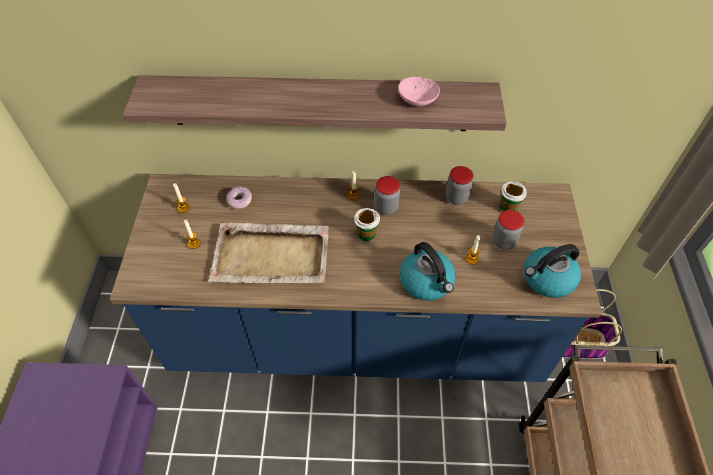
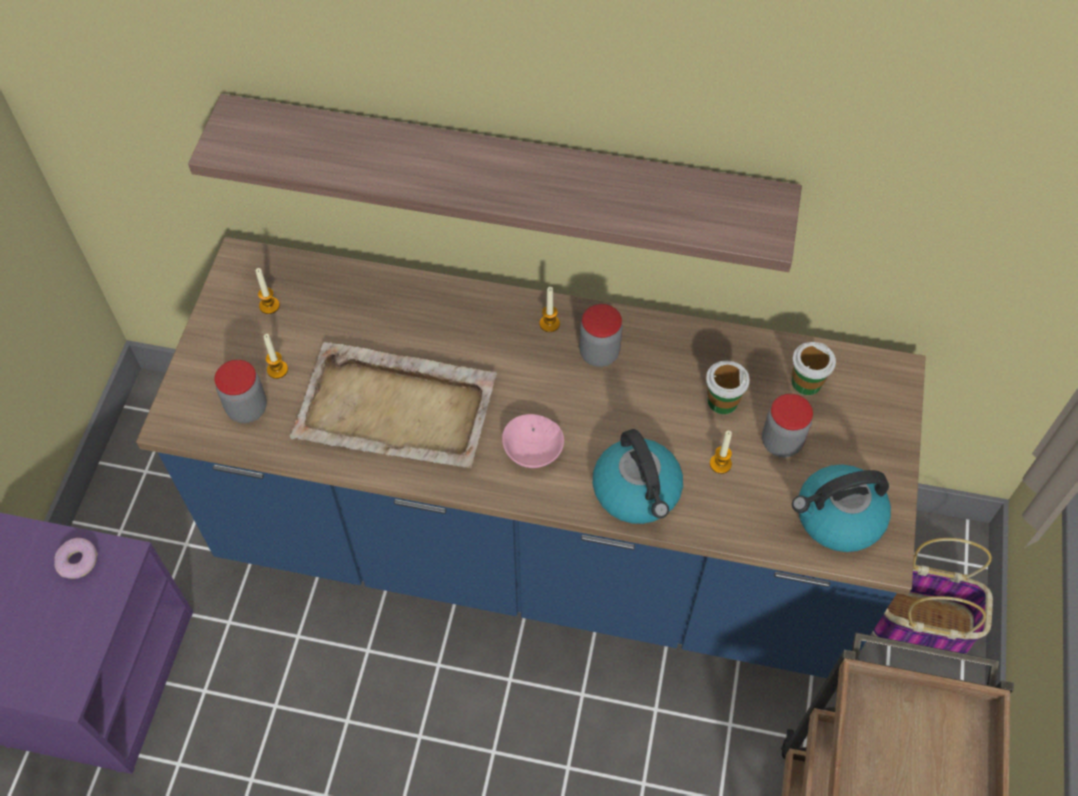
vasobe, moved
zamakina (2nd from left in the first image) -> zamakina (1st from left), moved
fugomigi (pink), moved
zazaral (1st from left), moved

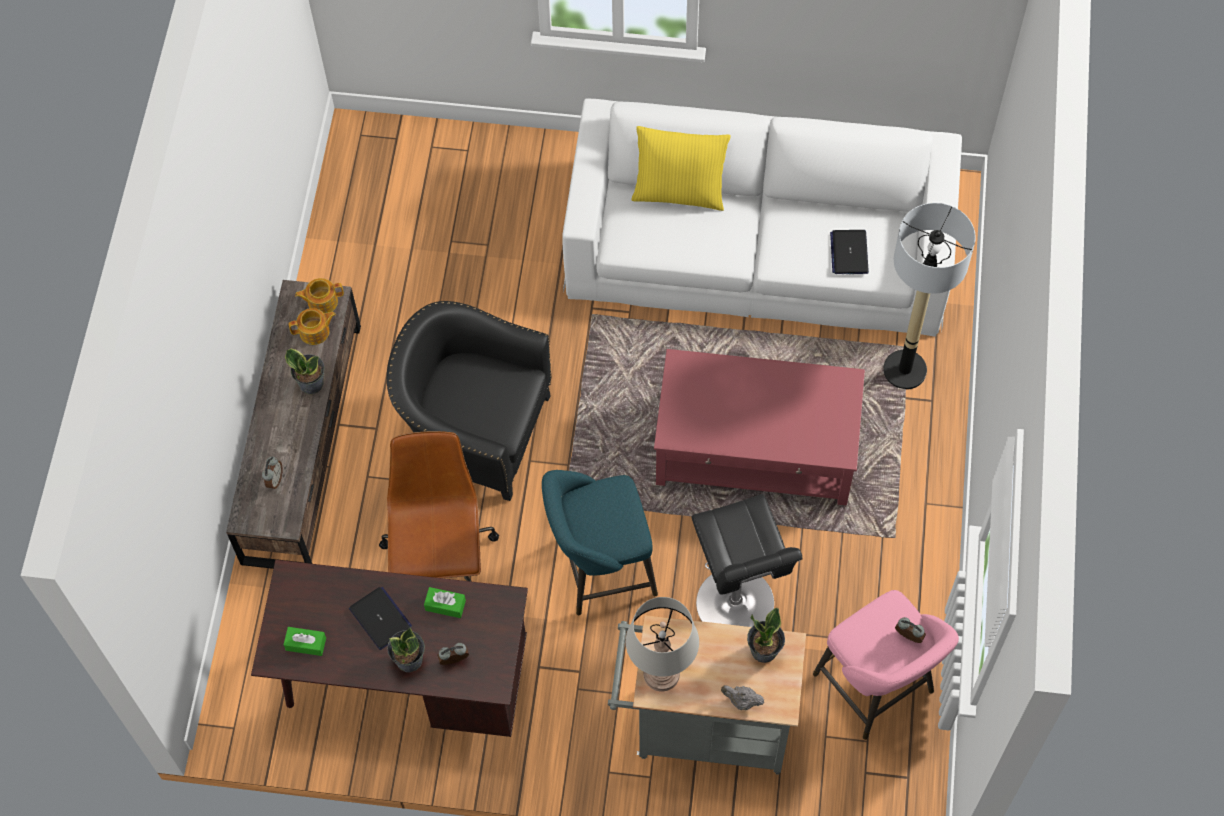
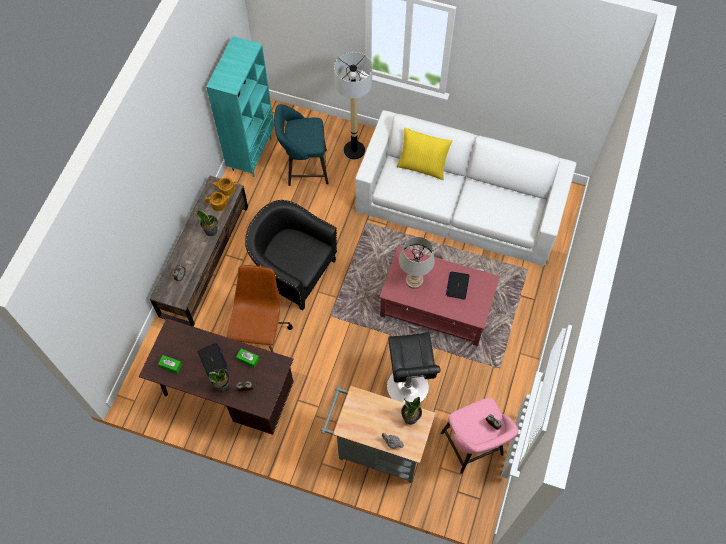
none -> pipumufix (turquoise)
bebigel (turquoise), moved
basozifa, moved
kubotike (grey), moved
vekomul (2nd from left), moved

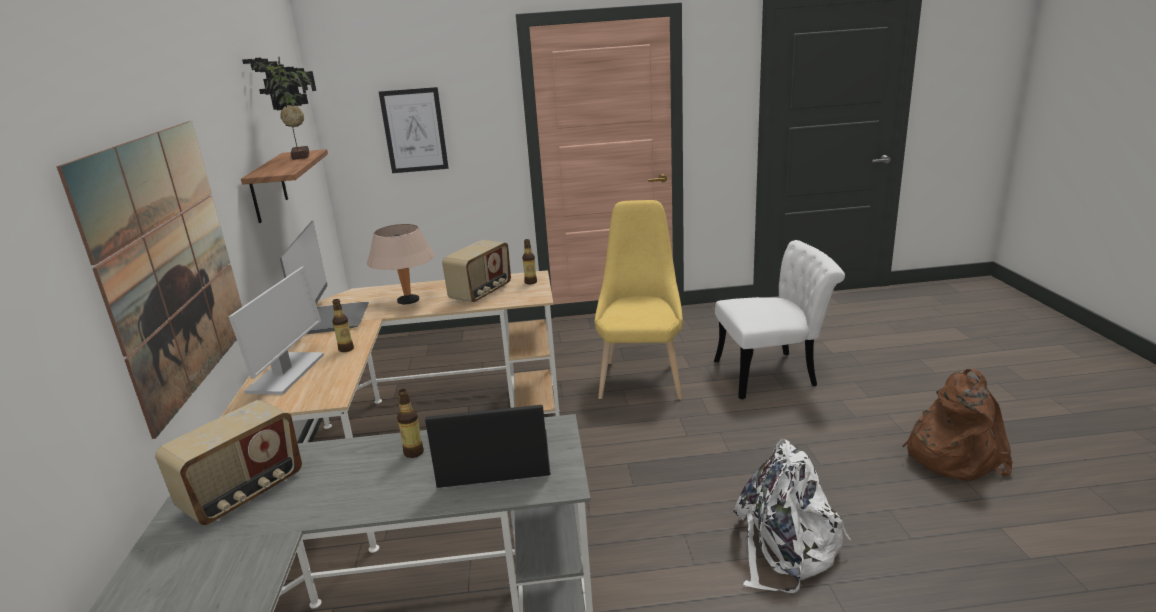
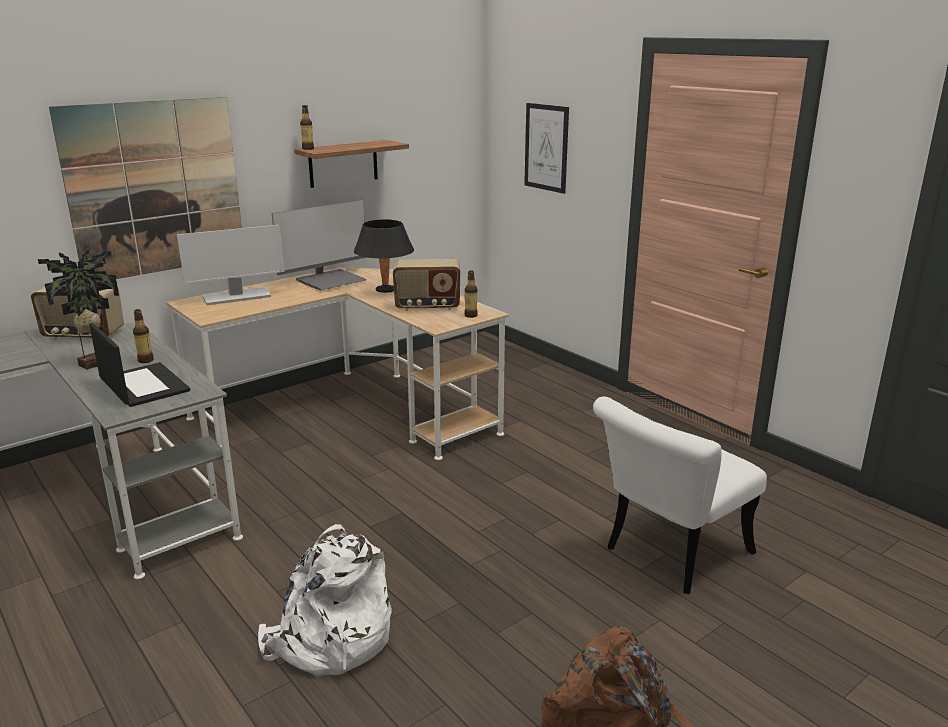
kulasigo, moved
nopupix (1st from left in the first image) -> nopupix (2nd from left), moved
kubotike (beige) -> kubotike (black)
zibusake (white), 90 degrees clockwise
zibusake (yellow) -> none

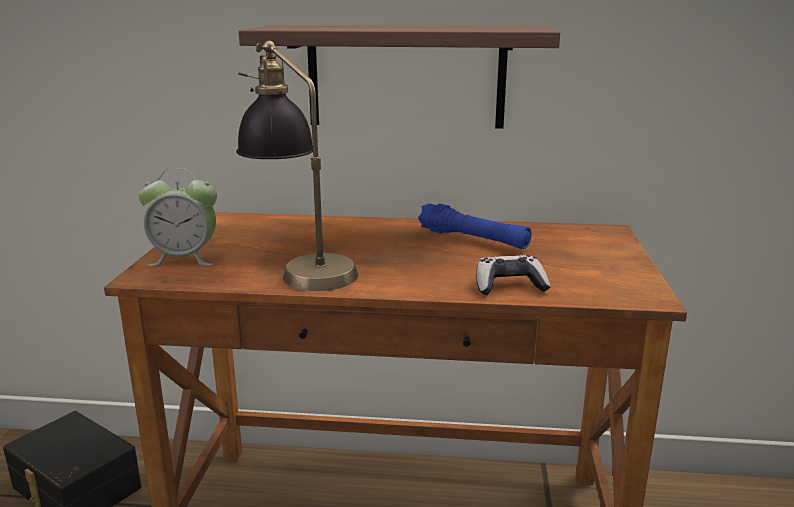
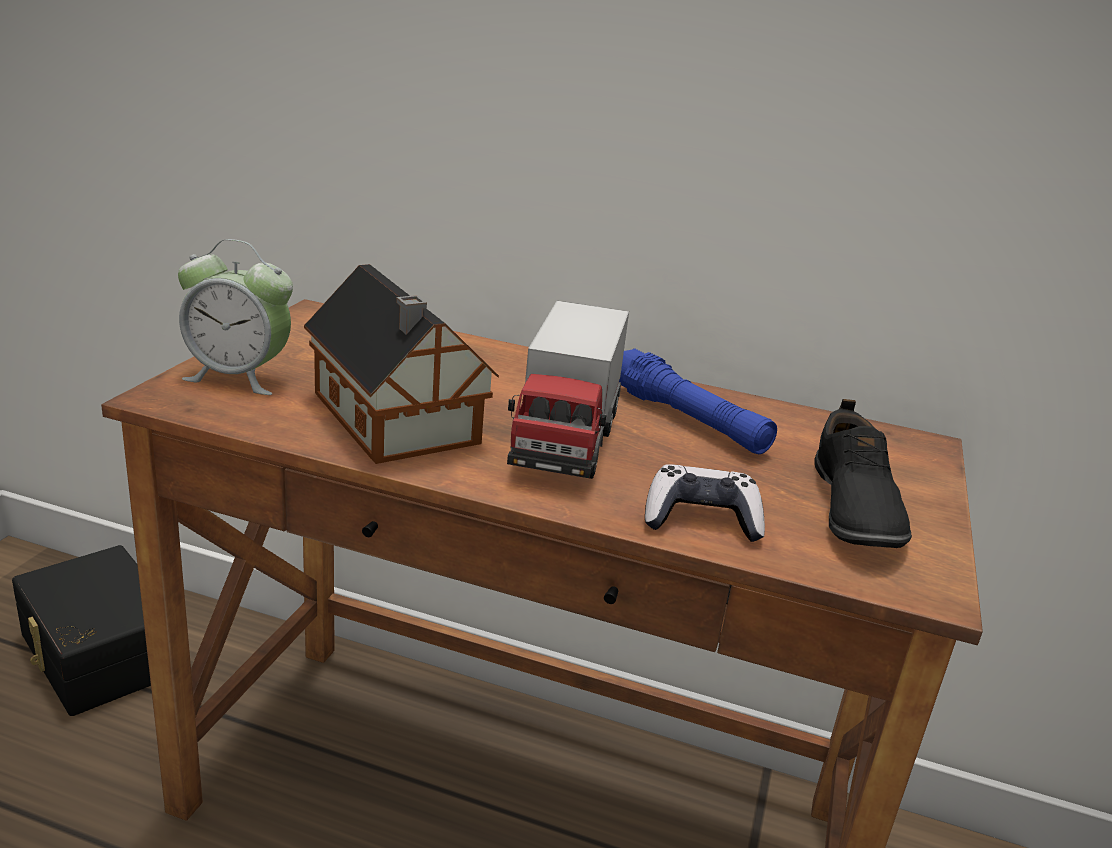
kubotike -> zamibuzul
none -> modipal
none -> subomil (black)
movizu -> none

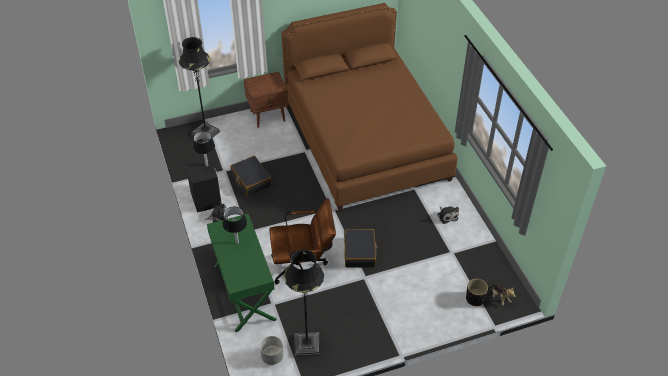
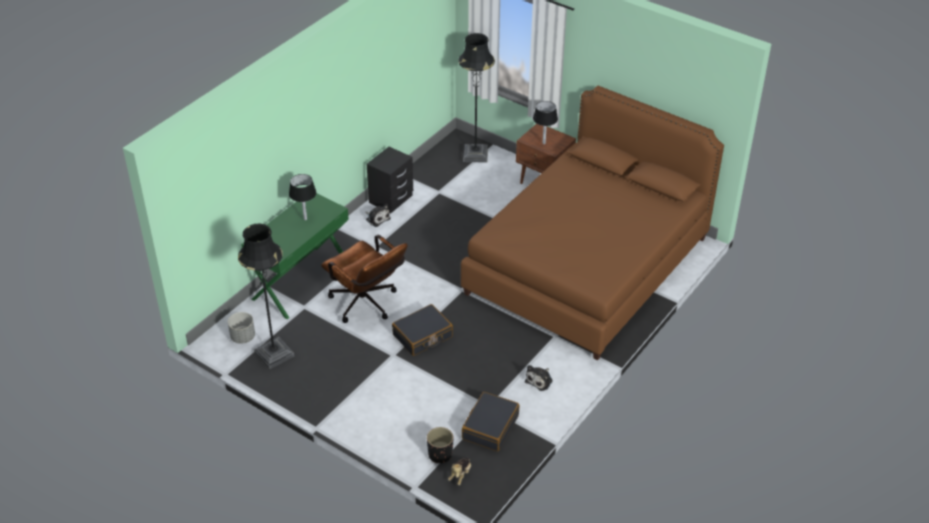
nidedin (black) (1st from left in the first image) -> nidedin (black) (2nd from left), moved
kubotike (black) (1st from left in the first image) -> kubotike (black) (2nd from left), moved

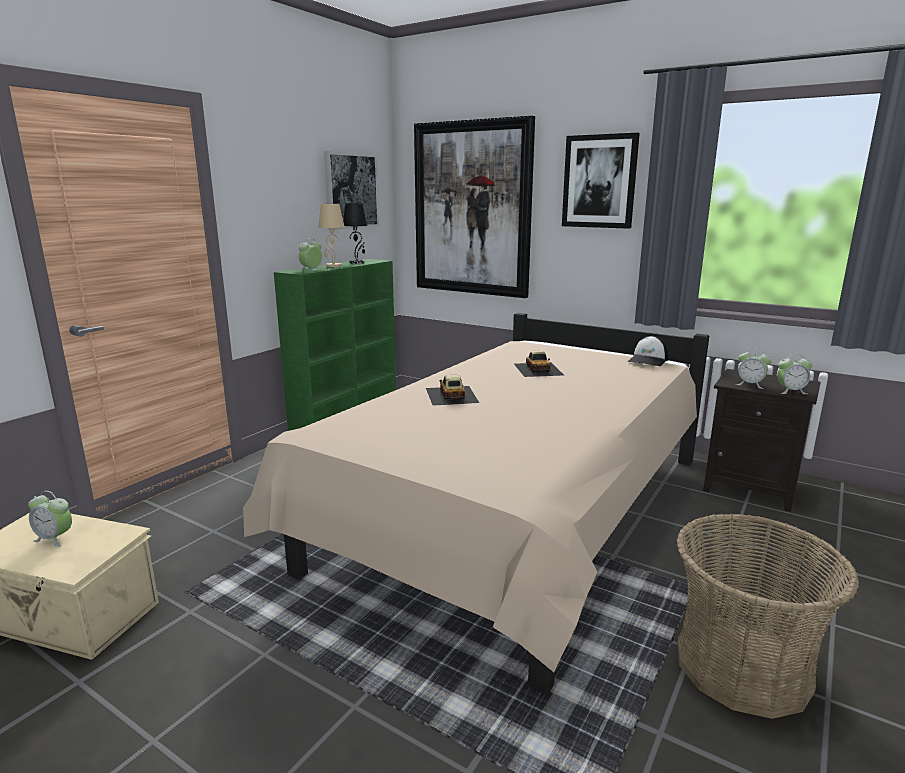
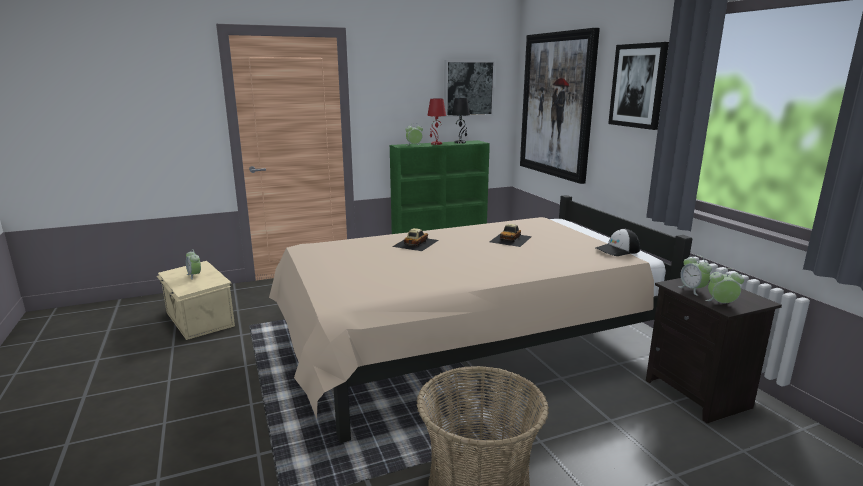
kubotike (beige) -> kubotike (red)
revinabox (4th from left), 150 degrees clockwise

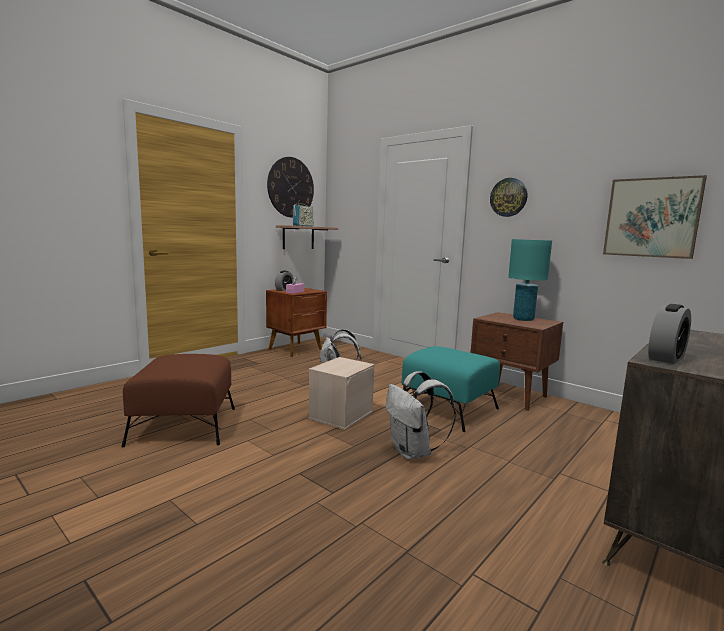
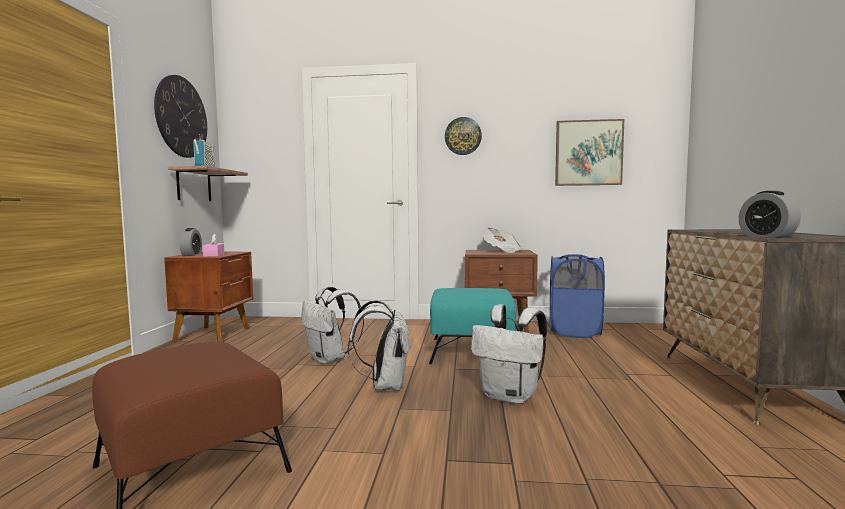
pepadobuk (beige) -> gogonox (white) (2nd from left)
kubotike (turquoise) -> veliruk
none -> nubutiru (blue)
revinabox (2nd from left), 150 degrees clockwise

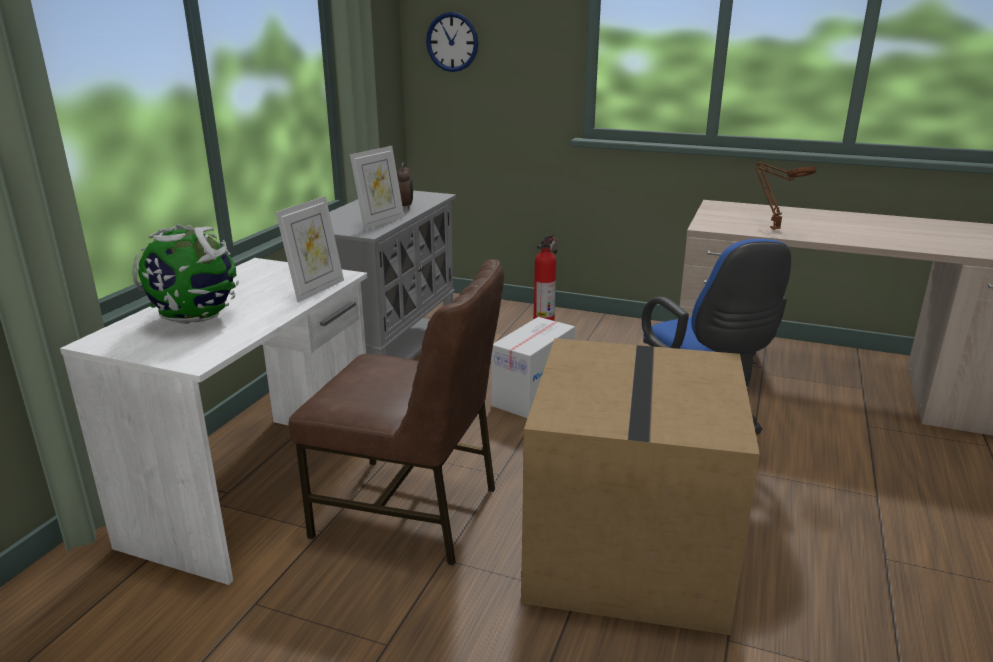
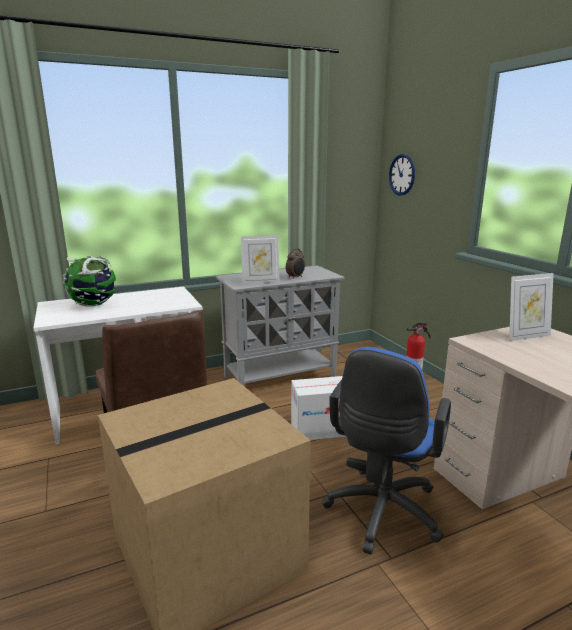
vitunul (1st from left in the first image) -> vitunul (2nd from left), moved
kubotike (brown) -> none

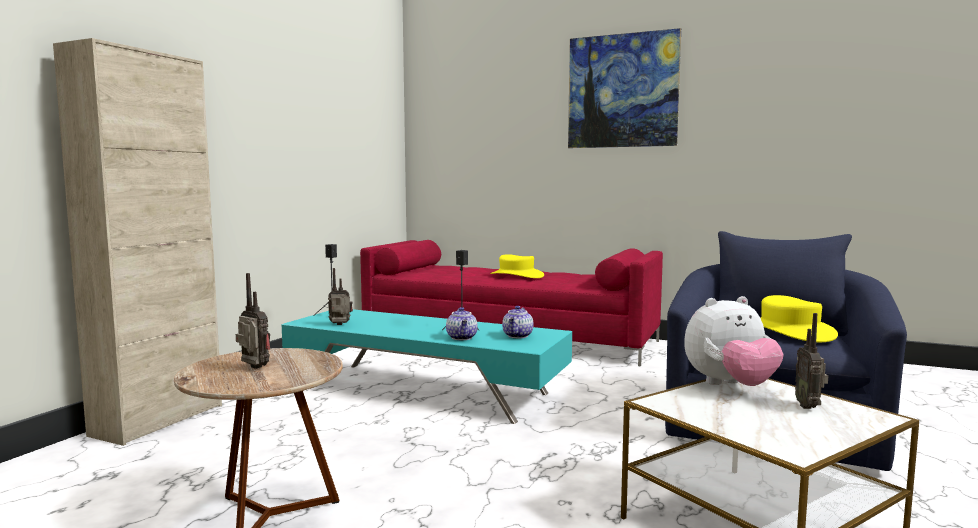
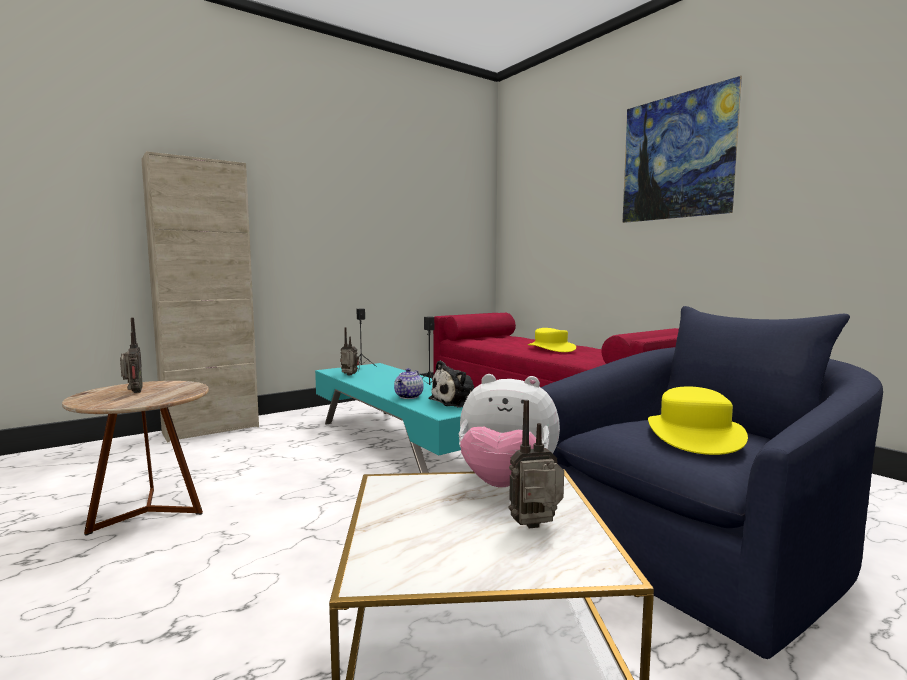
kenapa (2nd from left) -> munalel (1st from left)
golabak (3rd from left), 45 degrees clockwise

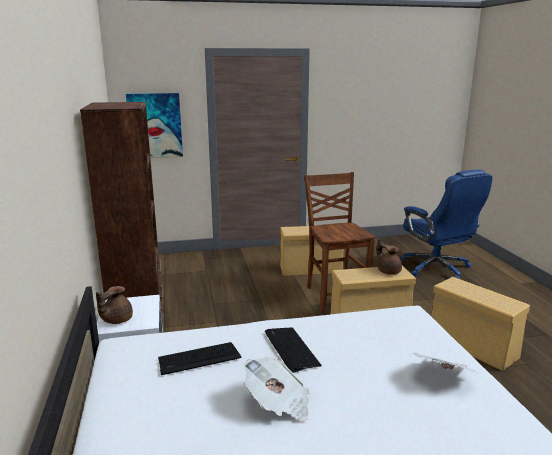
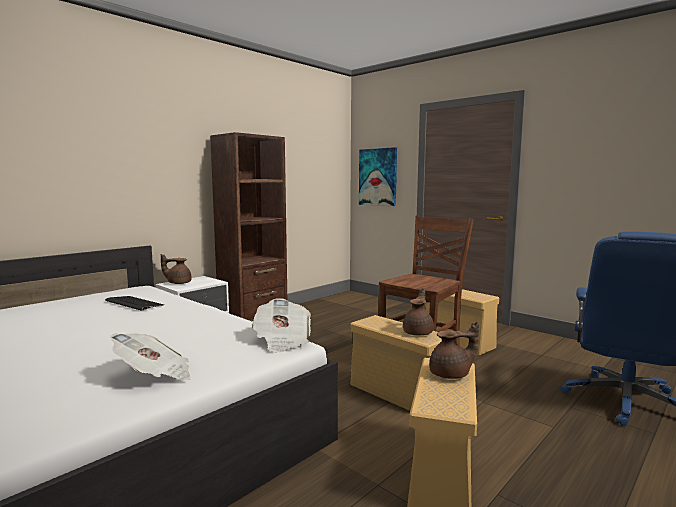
veliruk (1st from left in the first image) -> veliruk (2nd from left), moved
none -> kenapa (brown) (3rd from left)
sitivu (2nd from left) -> none

